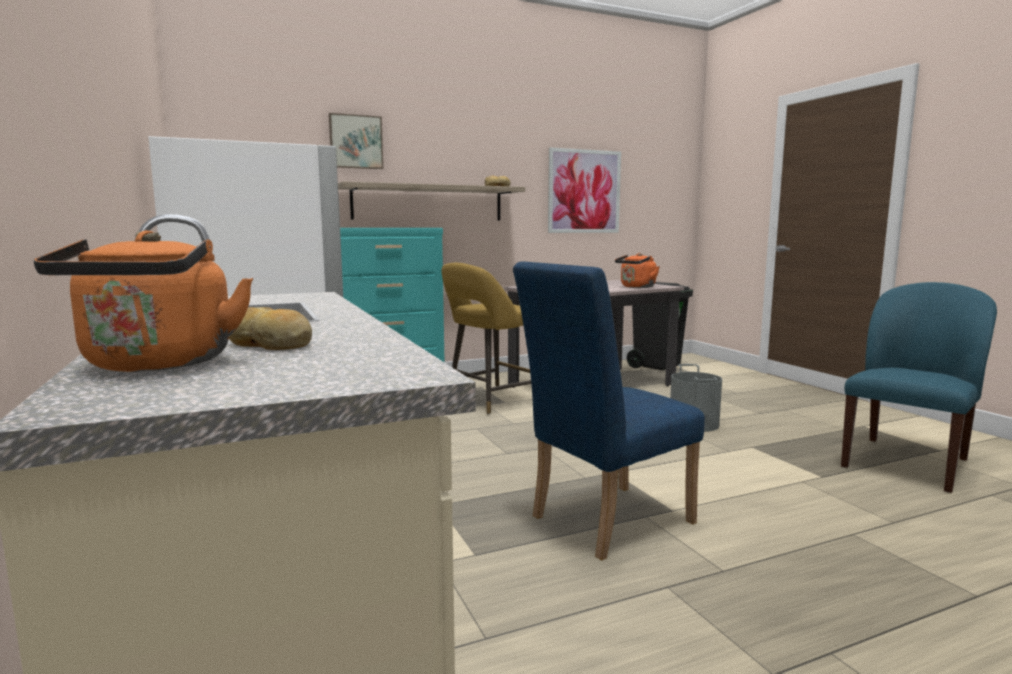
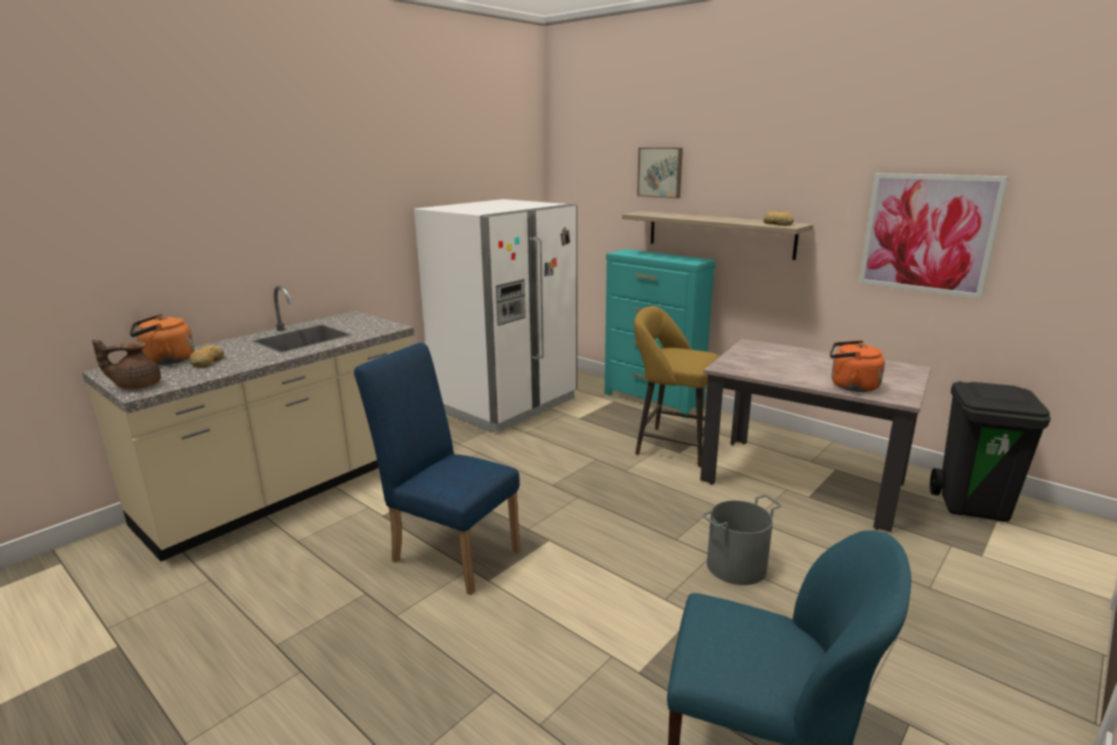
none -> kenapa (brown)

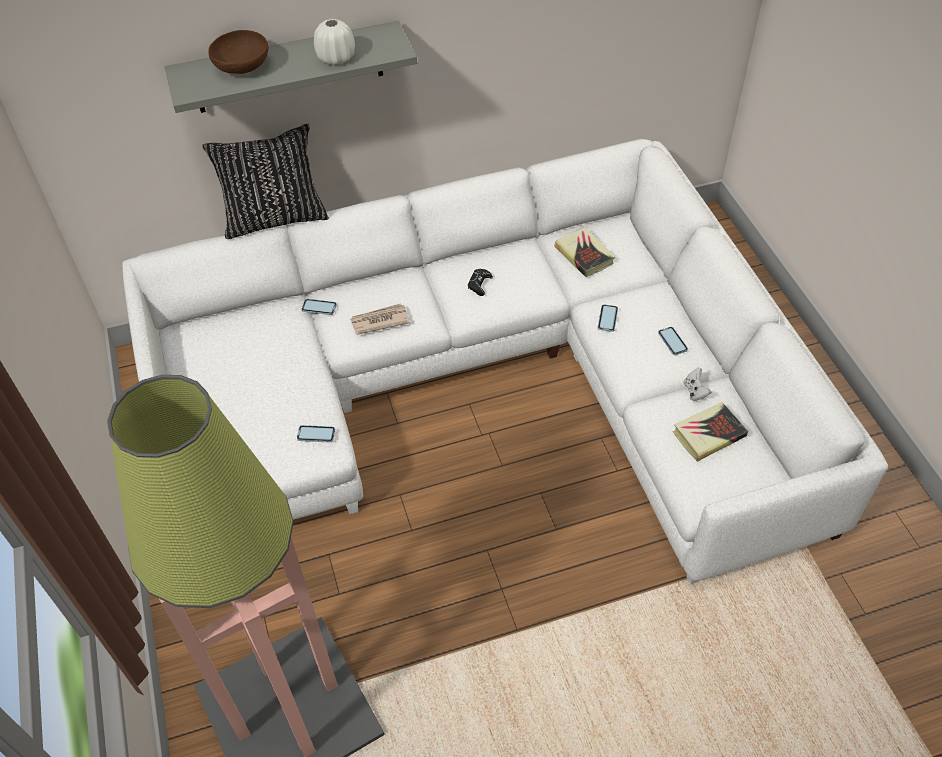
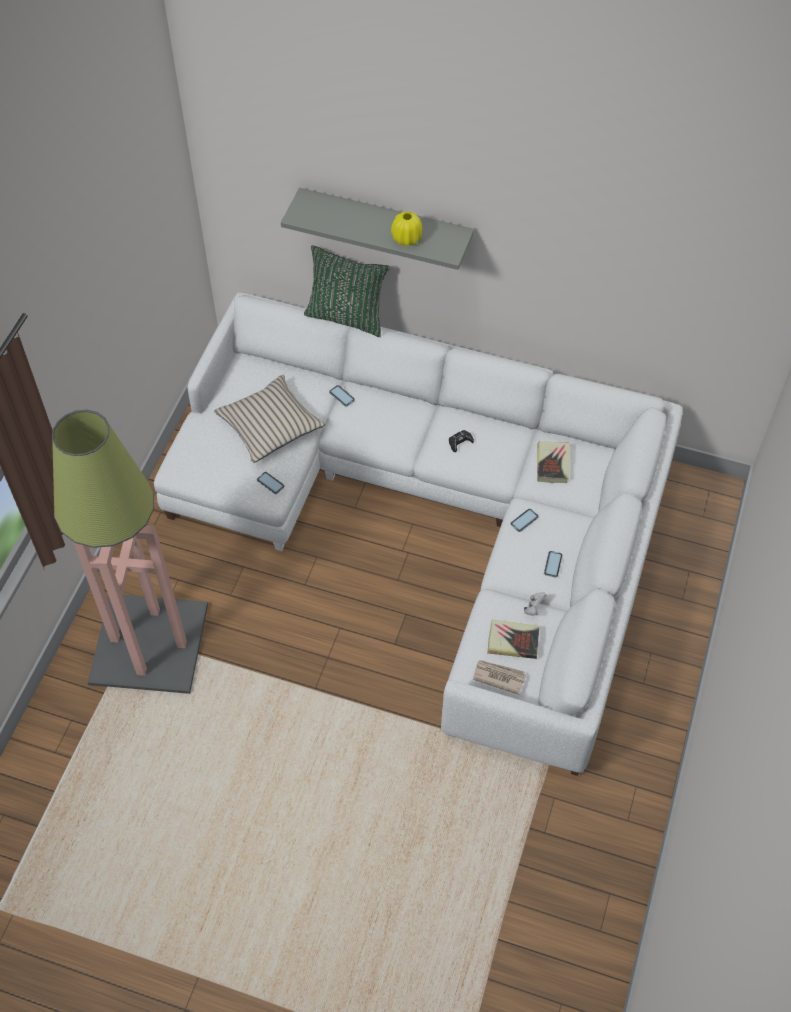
none -> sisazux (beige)
sisazux (black) -> sisazux (green)
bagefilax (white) -> bagefilax (yellow)
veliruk, moved
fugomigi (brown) -> none

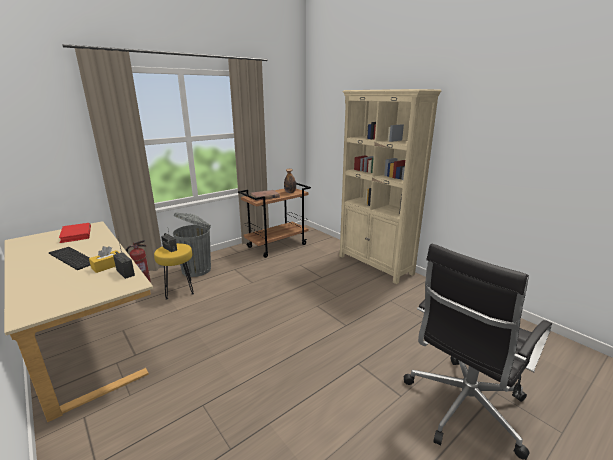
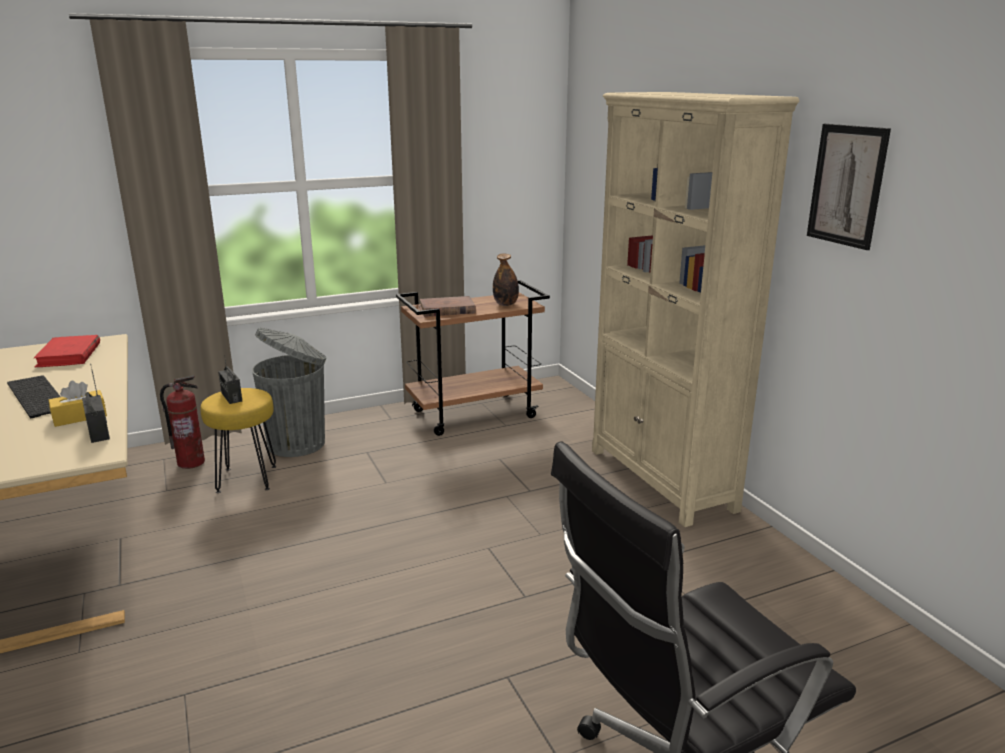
none -> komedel

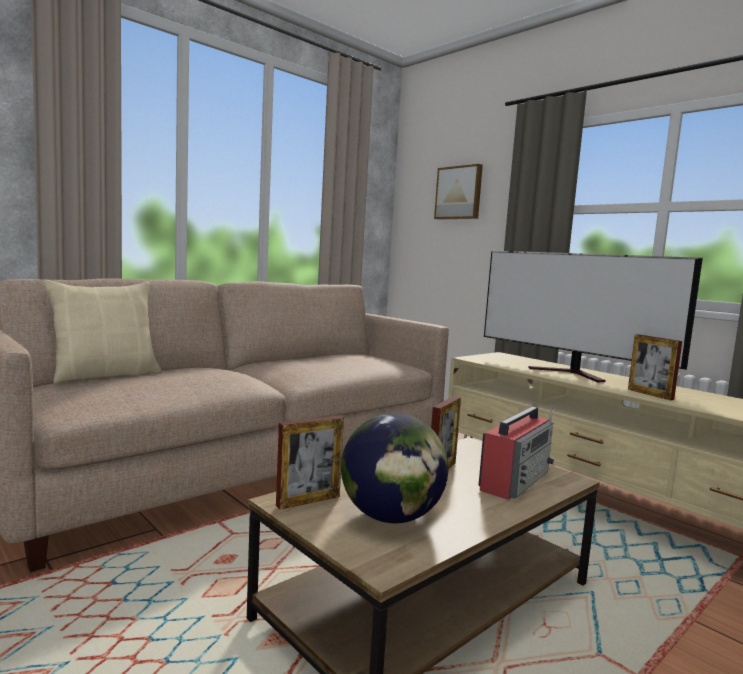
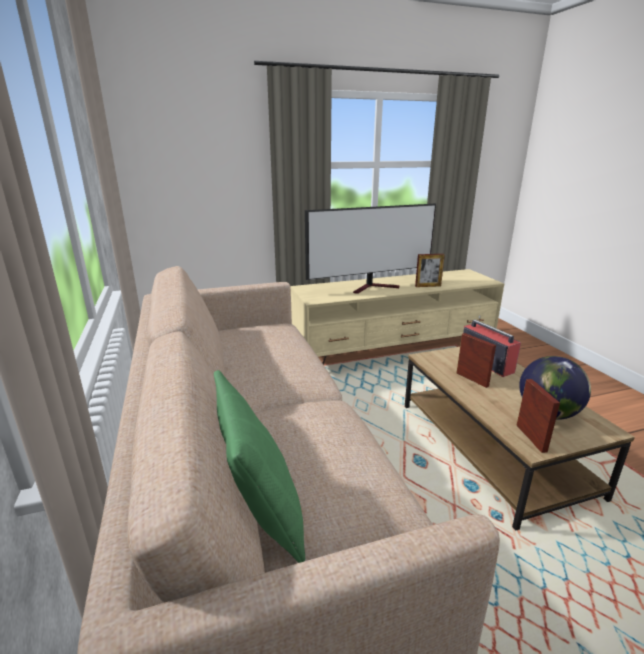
sisazux (beige) -> sisazux (green)
komedel -> none

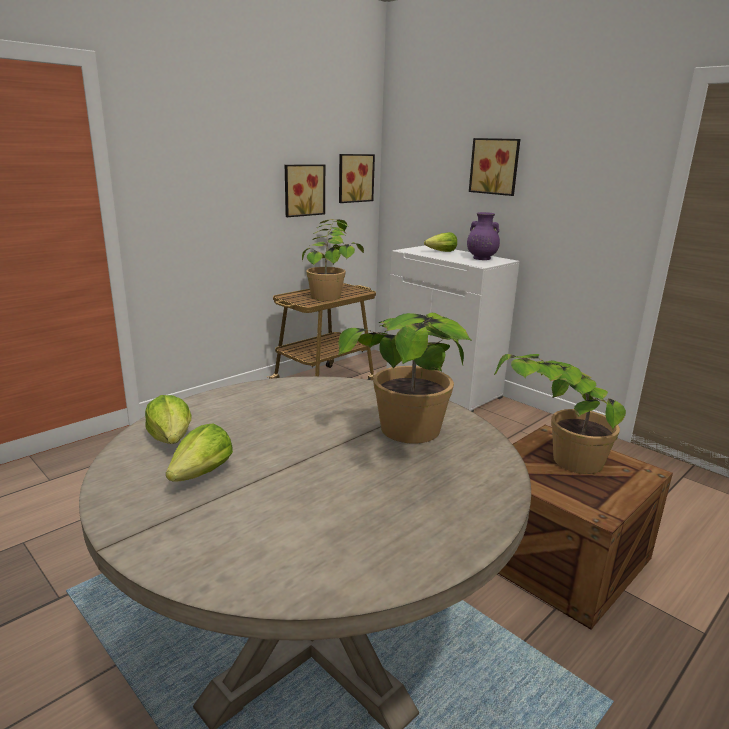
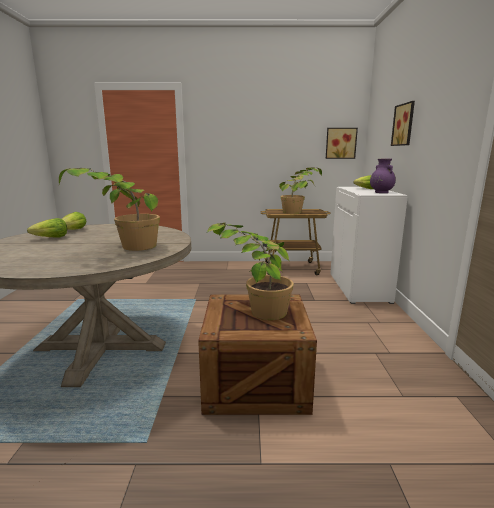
komedel (1st from left) -> none

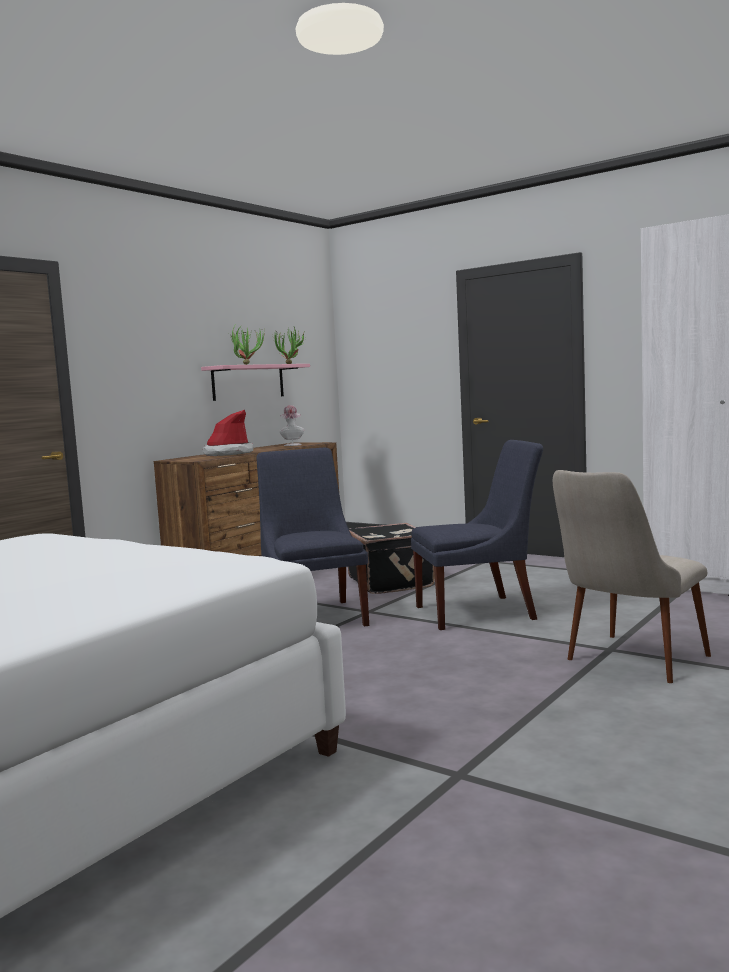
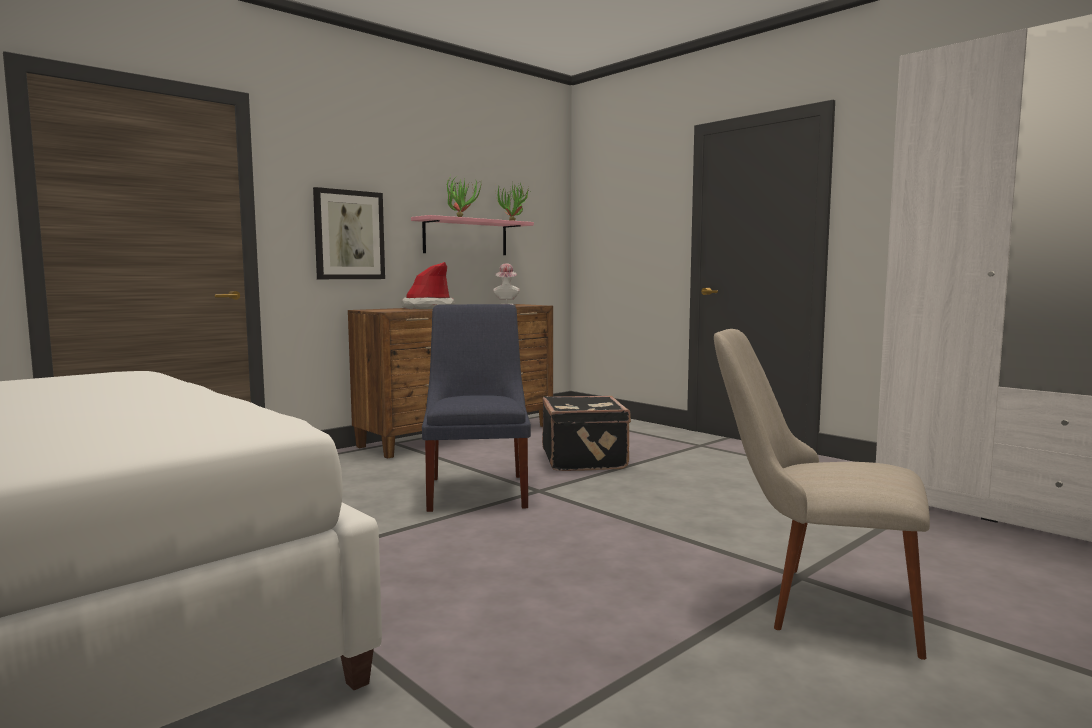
none -> komedel
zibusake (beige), 60 degrees clockwise
zibusake (blue) (2nd from left) -> none

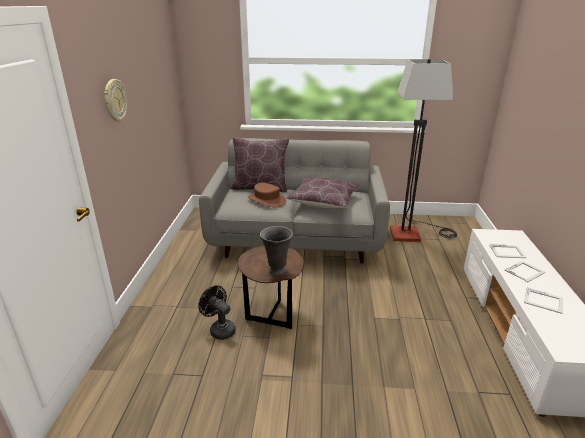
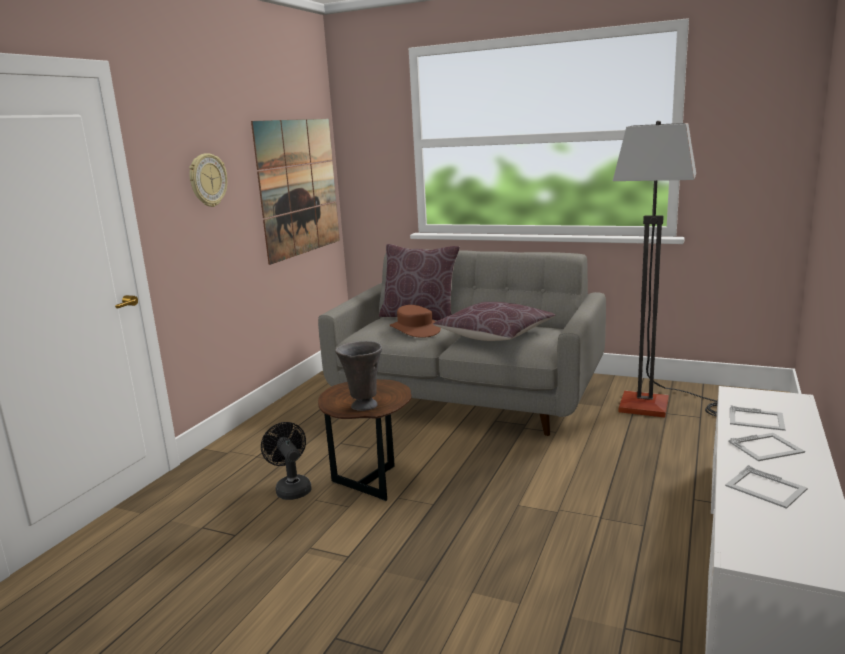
none -> komedel

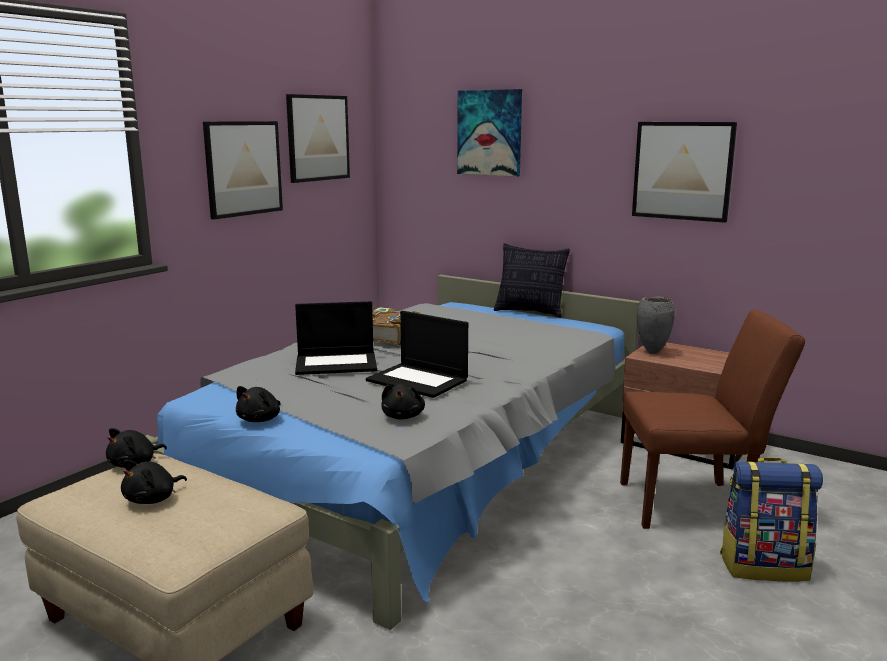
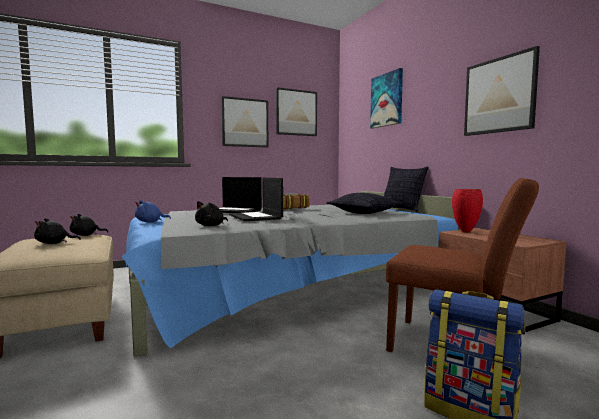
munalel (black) (3rd from left) -> munalel (blue)
none -> sisazux (1st from left)
bagefilax (grey) -> bagefilax (red)

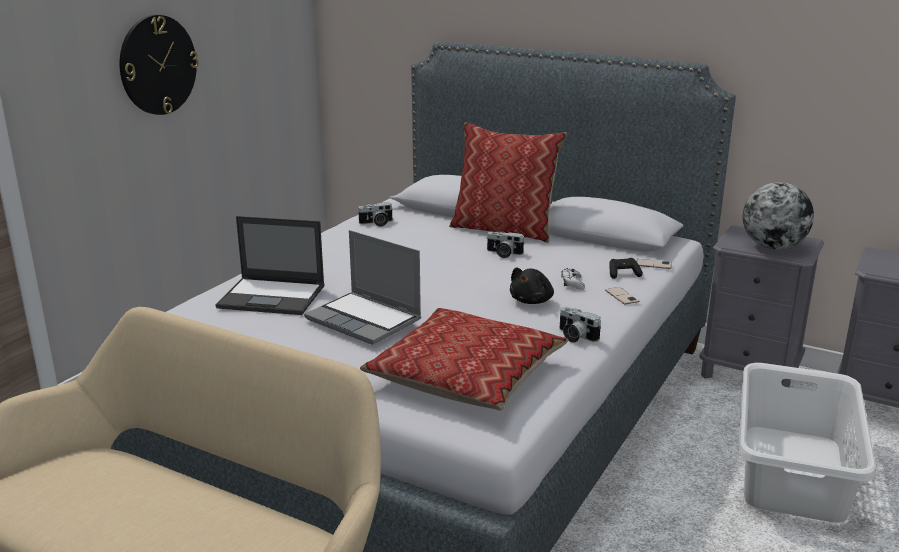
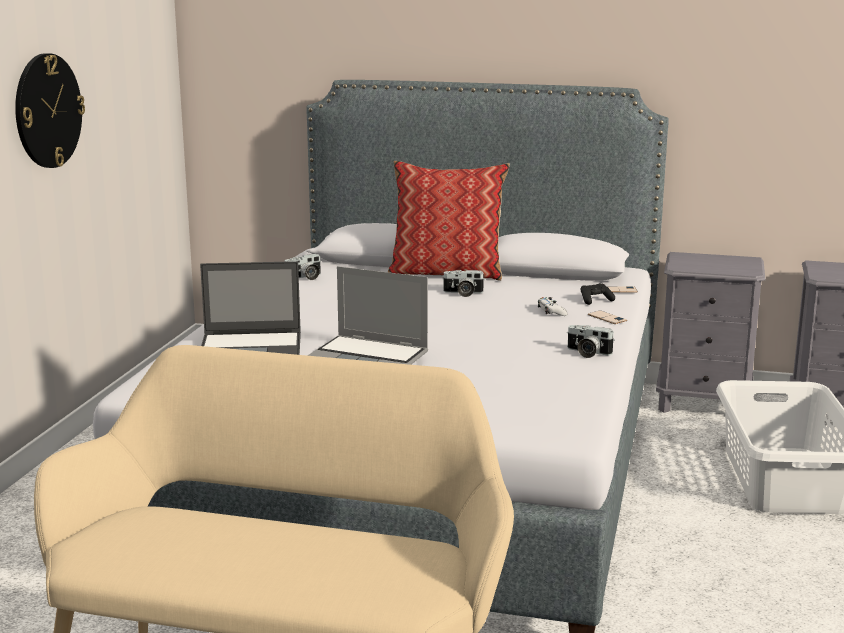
sisazux (1st from left) -> none
munalel (black) -> none
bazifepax -> none

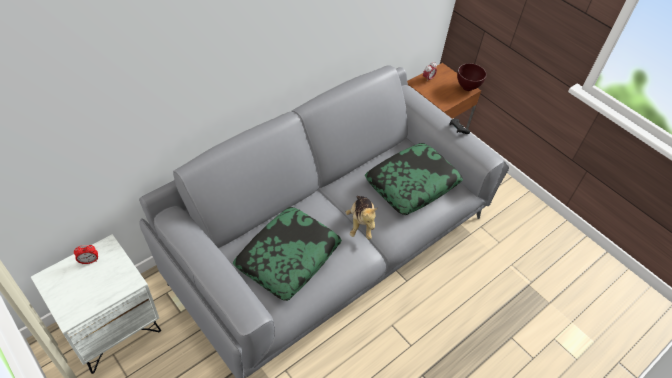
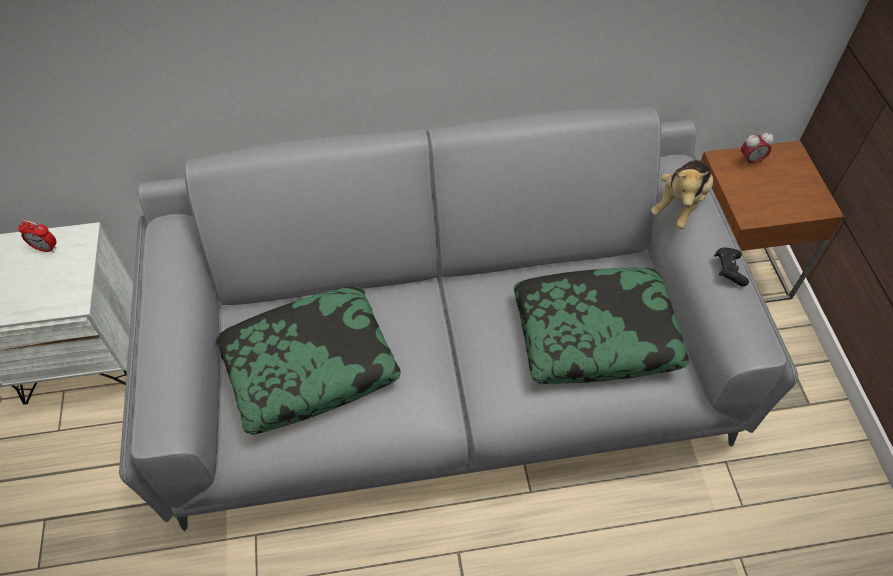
munalel, moved
fugomigi (brown) -> none

